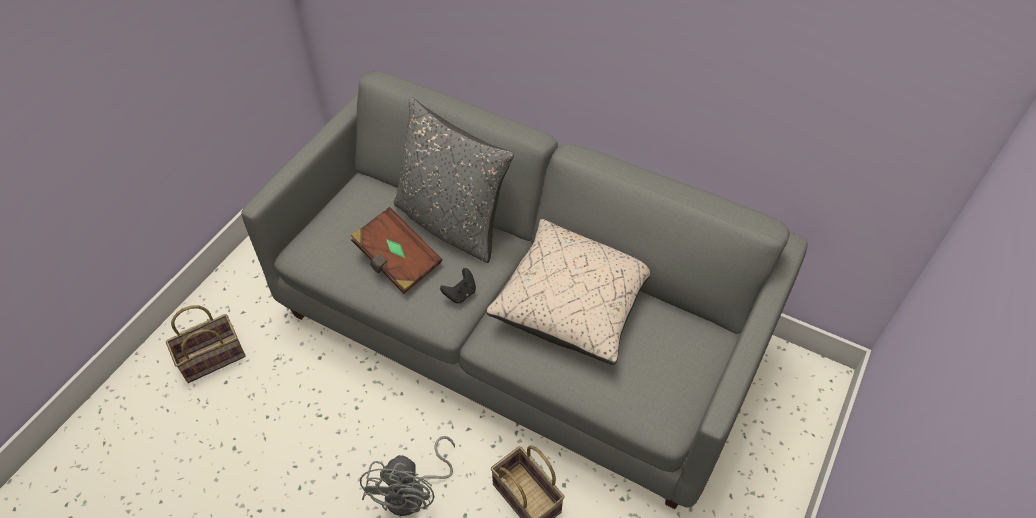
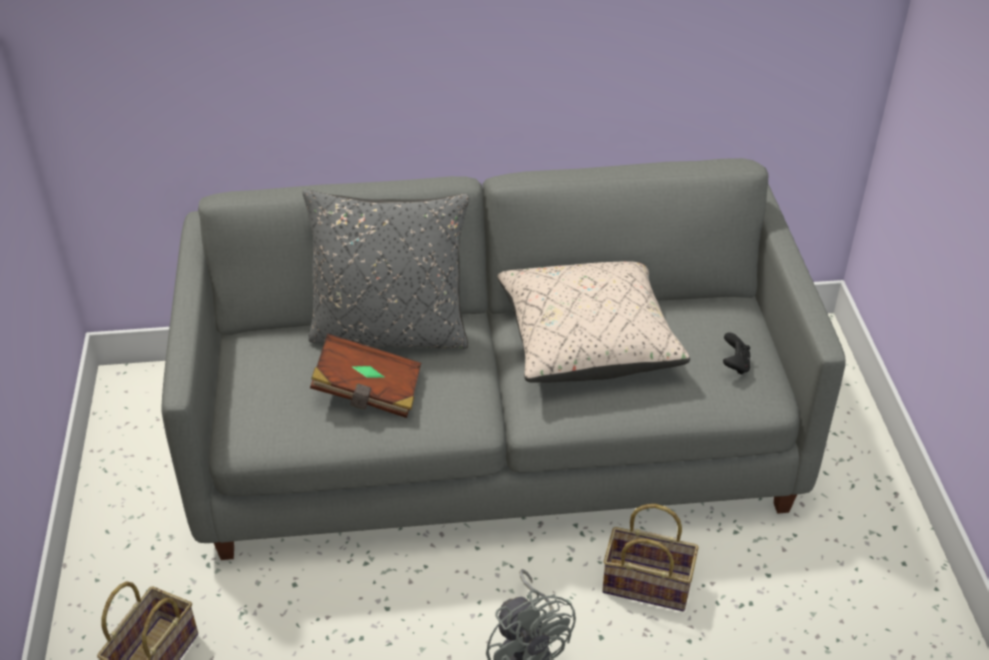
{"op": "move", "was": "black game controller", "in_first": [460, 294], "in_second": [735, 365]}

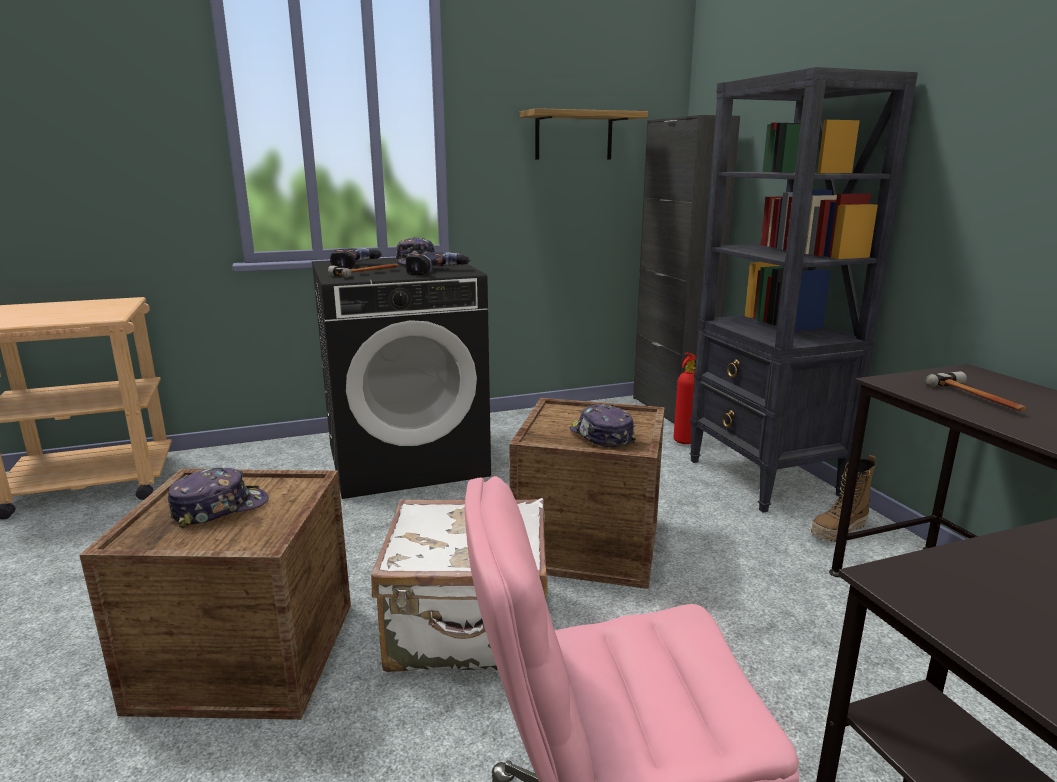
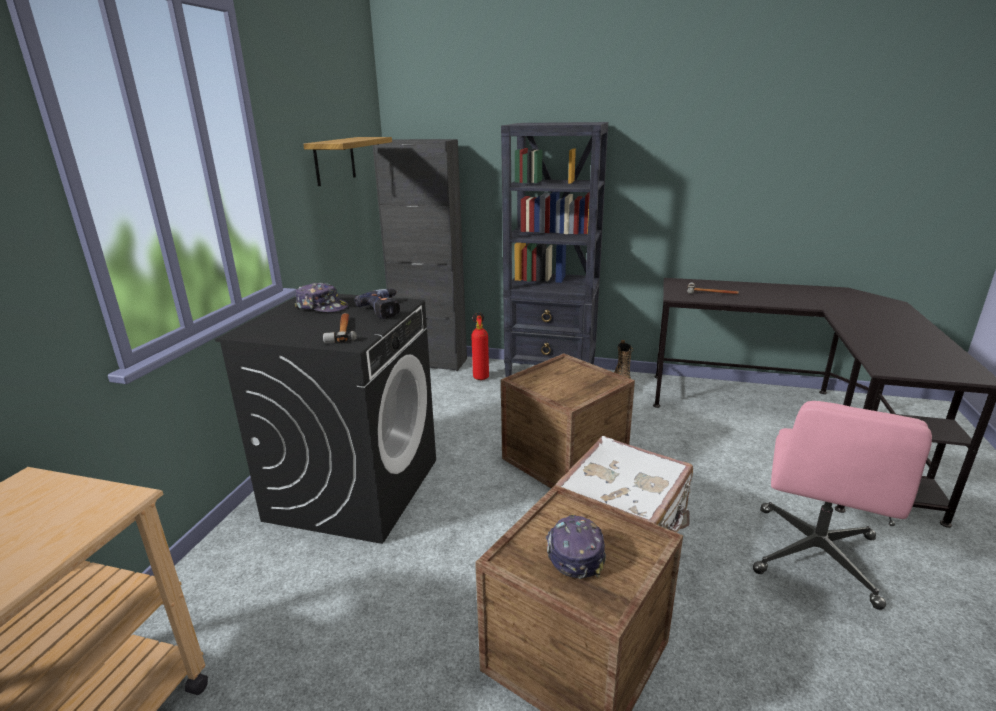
{"op": "delete", "was": "power drill", "in_first": [355, 267]}
{"op": "delete", "was": "cap", "in_first": [601, 436]}

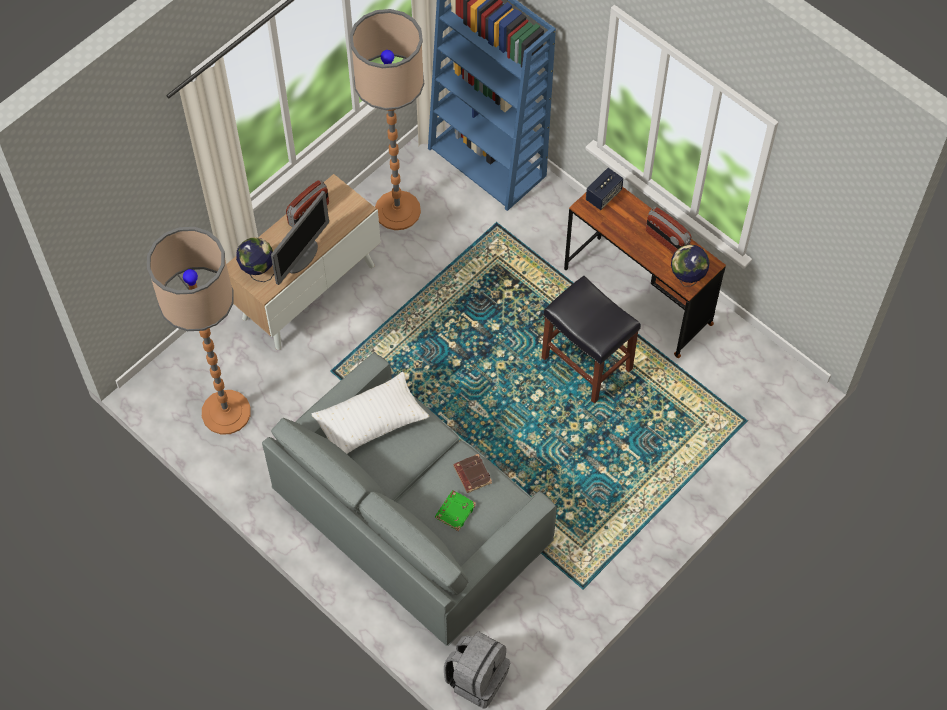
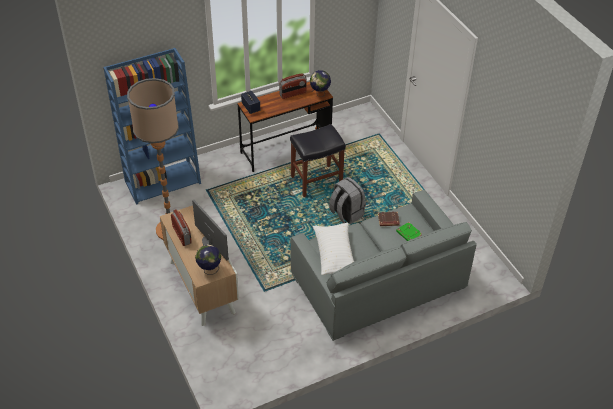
{"op": "move", "was": "grey backpack", "in_first": [477, 678], "in_second": [346, 214]}
{"op": "delete", "was": "floor lamp", "in_first": [226, 412]}

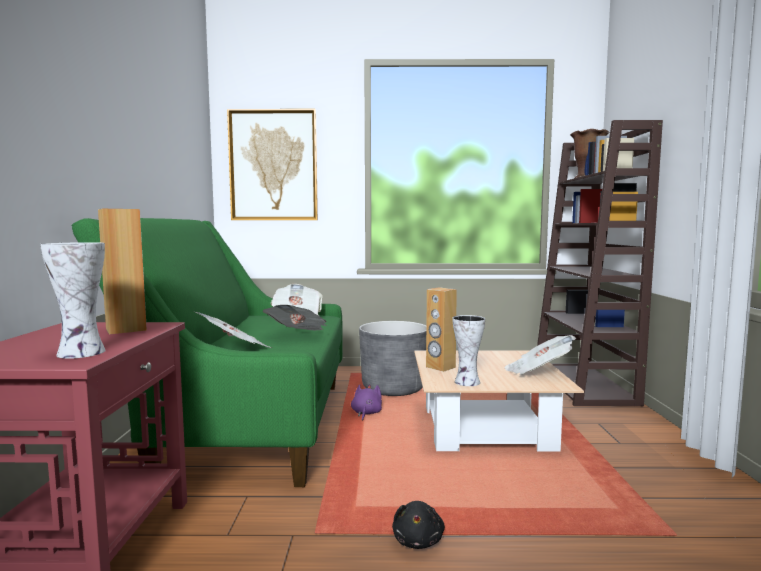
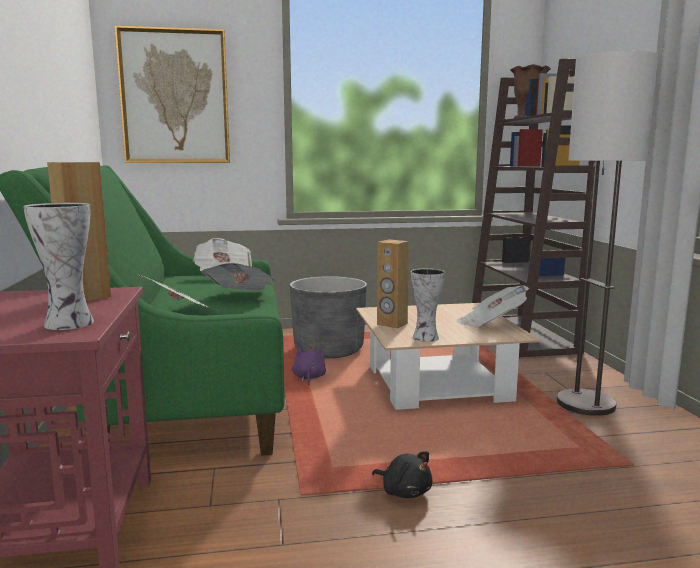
{"op": "rotate", "was": "black plush toy", "in_first": [418, 540], "in_second": [404, 491], "clockwise": -45}
{"op": "insert", "now": "floor lamp", "in_second": [586, 404]}

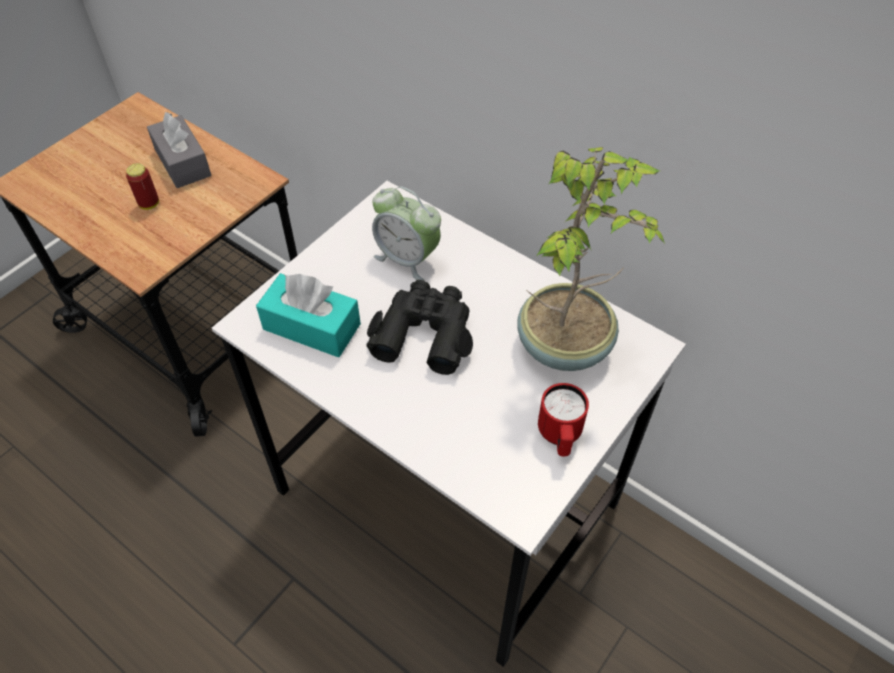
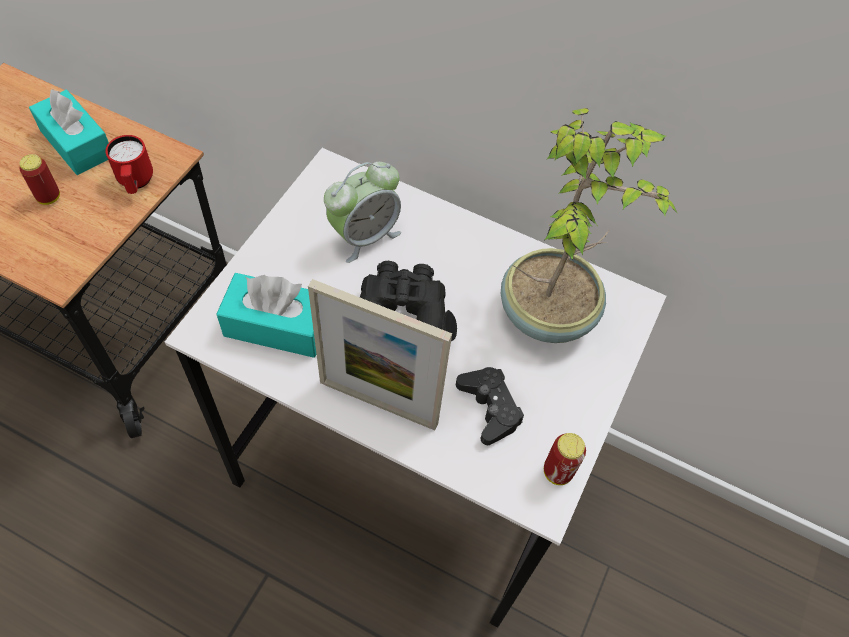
{"op": "recolor", "was": "grey tissue box", "now": "turquoise tissue box", "in_first": [182, 162], "in_second": [77, 144]}
{"op": "move", "was": "red mug", "in_first": [559, 437], "in_second": [136, 183]}
{"op": "insert", "now": "picture frame", "in_second": [378, 403]}
{"op": "rotate", "was": "alarm clock", "in_first": [407, 259], "in_second": [364, 235], "clockwise": -60}
{"op": "insert", "now": "black game controller", "in_second": [489, 408]}
{"op": "insert", "now": "can", "in_second": [557, 472]}

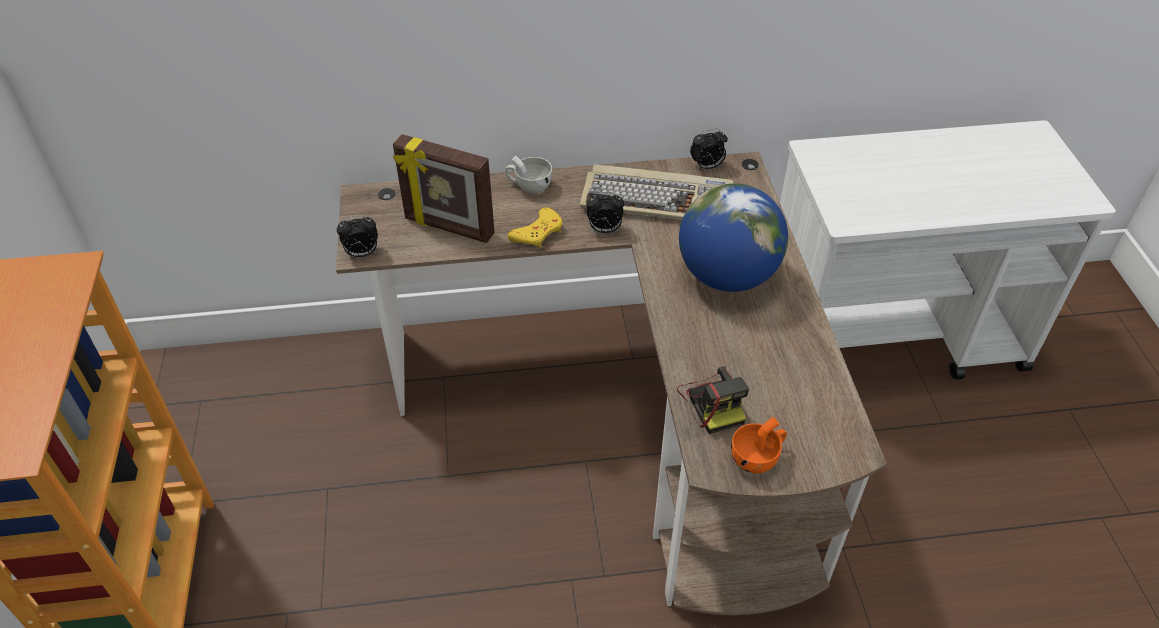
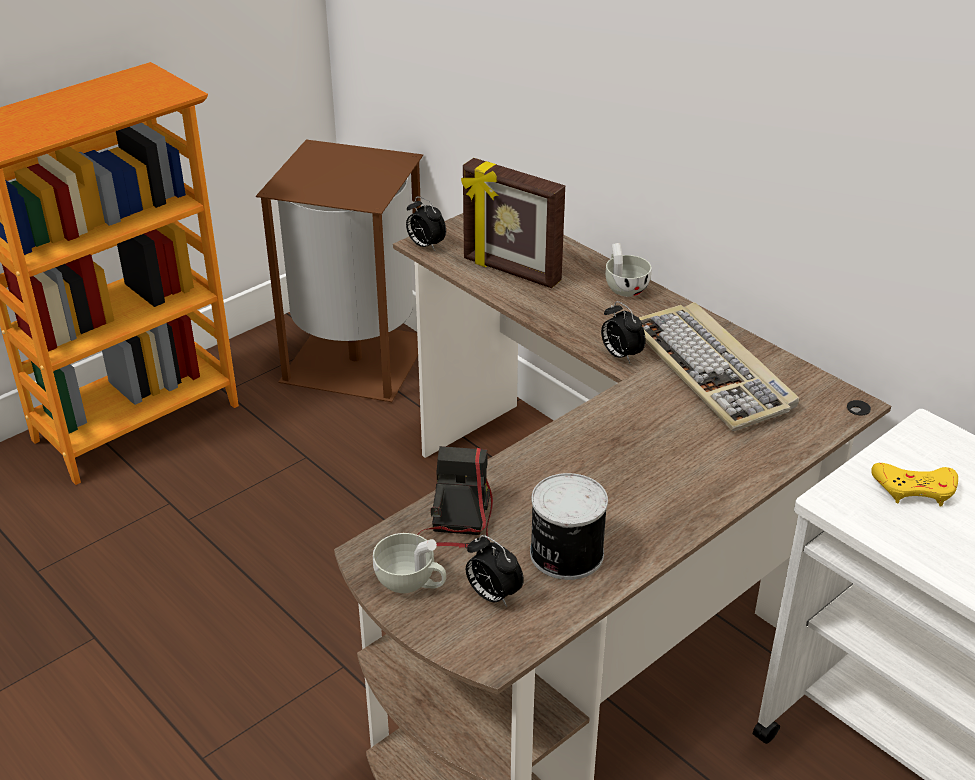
{"op": "insert", "now": "brown trash can", "in_second": [358, 359]}
{"op": "recolor", "was": "orange cup", "now": "white cup", "in_first": [758, 458], "in_second": [411, 582]}
{"op": "rotate", "was": "photo camera", "in_first": [712, 402], "in_second": [457, 521], "clockwise": 150}
{"op": "rotate", "was": "picture frame", "in_first": [448, 227], "in_second": [510, 271], "clockwise": -45}
{"op": "move", "was": "alarm clock", "in_first": [707, 166], "in_second": [492, 595]}
{"op": "insert", "now": "can", "in_second": [564, 554]}
{"op": "move", "was": "yellow game controller", "in_first": [538, 233], "in_second": [915, 489]}
{"op": "delete", "was": "globe", "in_first": [727, 276]}

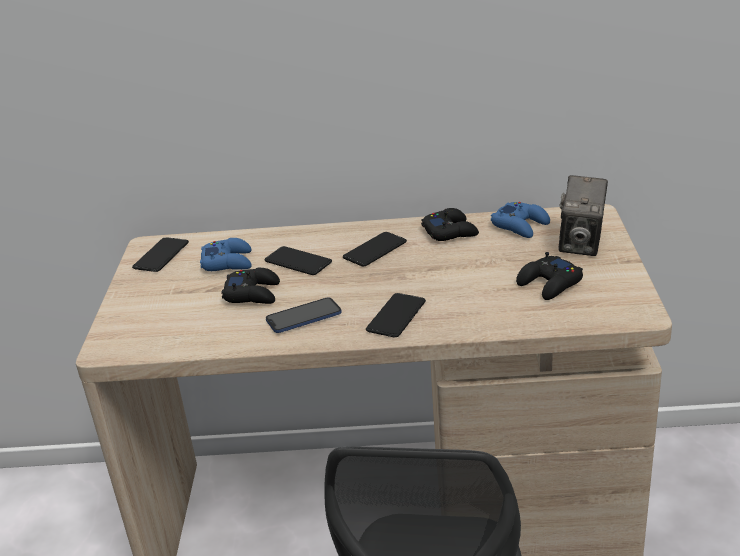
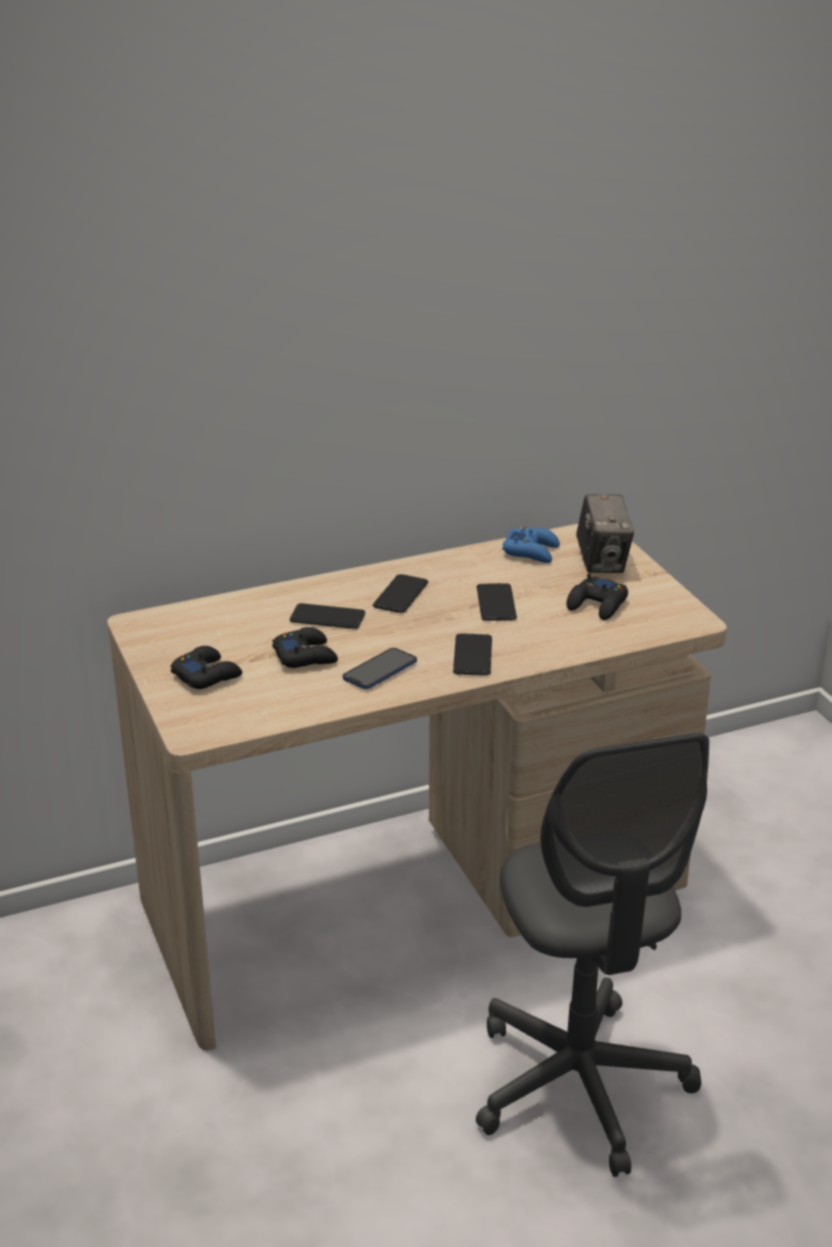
{"op": "move", "was": "black game controller", "in_first": [450, 232], "in_second": [206, 675]}
{"op": "move", "was": "phone", "in_first": [161, 255], "in_second": [496, 603]}
{"op": "delete", "was": "blue game controller", "in_first": [228, 262]}

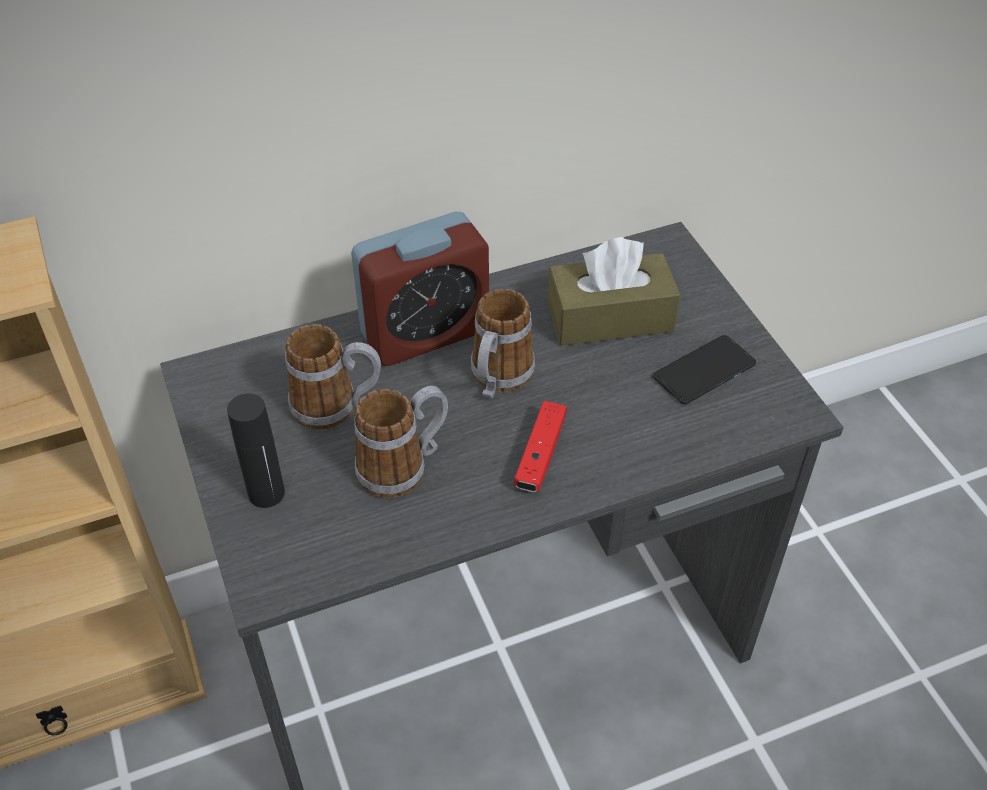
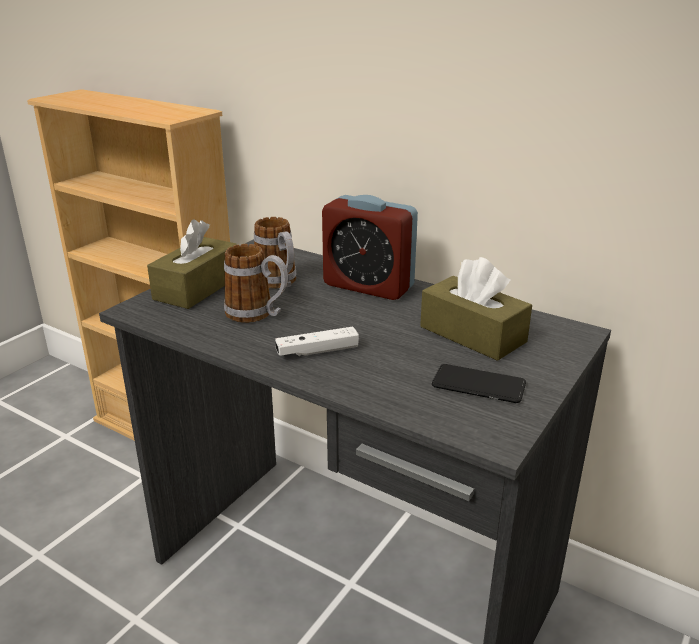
{"op": "replace", "was": "black bottle", "now": "brown tissue box", "in_first": [266, 493], "in_second": [197, 288]}
{"op": "recolor", "was": "red game controller", "now": "white game controller", "in_first": [540, 455], "in_second": [317, 351]}
{"op": "delete", "was": "mug", "in_first": [498, 380]}

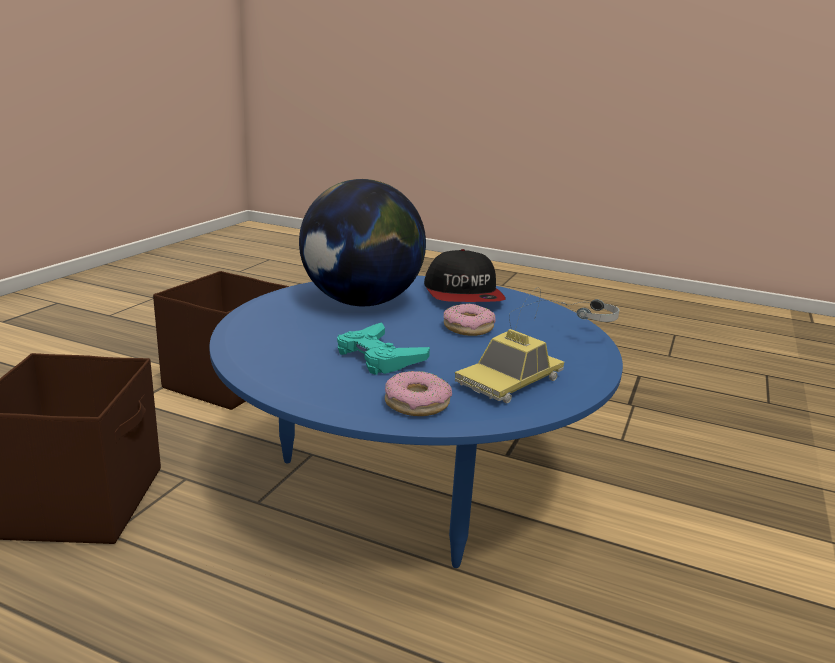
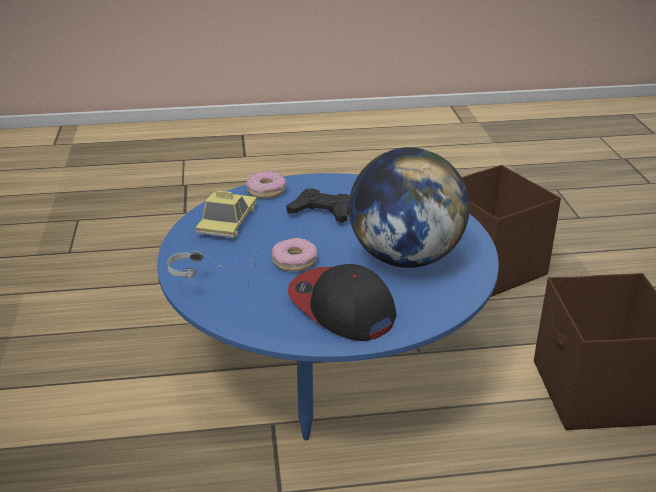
{"op": "recolor", "was": "turquoise game controller", "now": "black game controller", "in_first": [379, 357], "in_second": [322, 212]}

